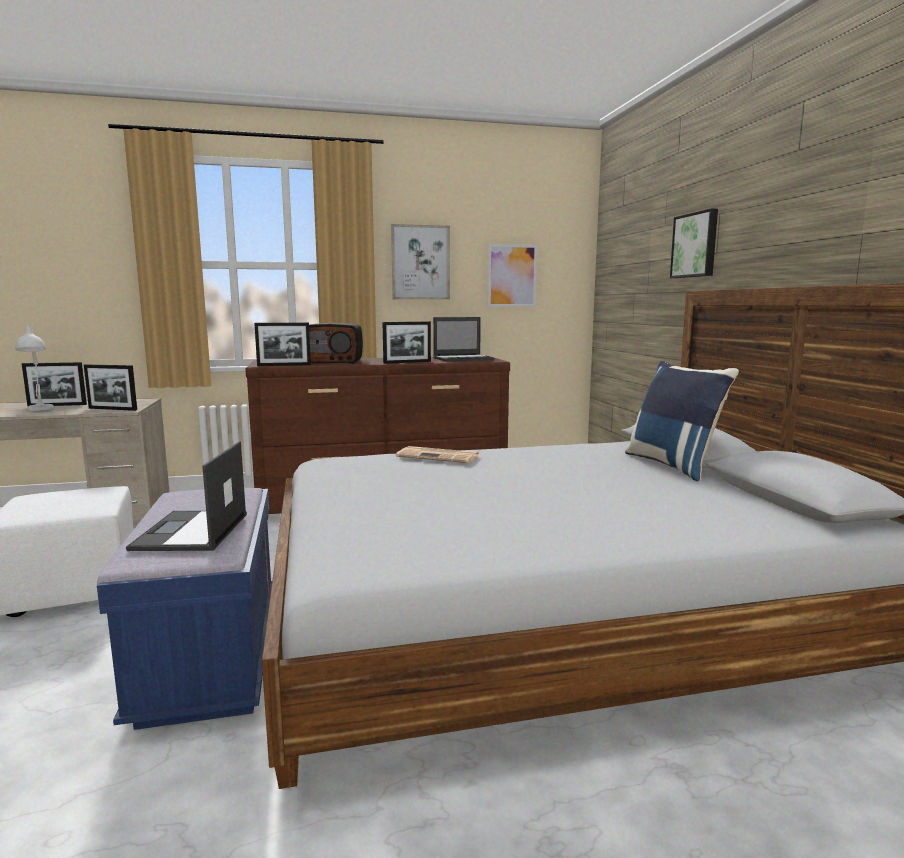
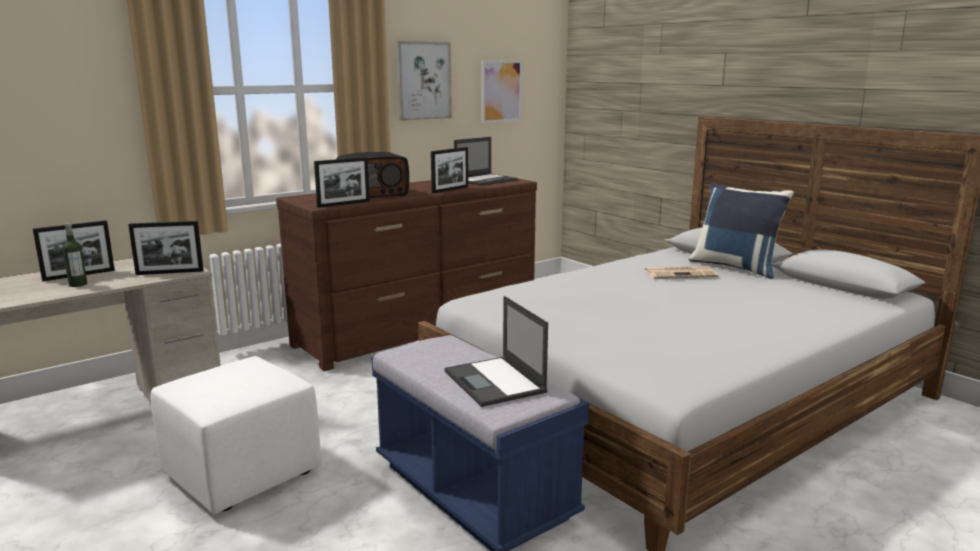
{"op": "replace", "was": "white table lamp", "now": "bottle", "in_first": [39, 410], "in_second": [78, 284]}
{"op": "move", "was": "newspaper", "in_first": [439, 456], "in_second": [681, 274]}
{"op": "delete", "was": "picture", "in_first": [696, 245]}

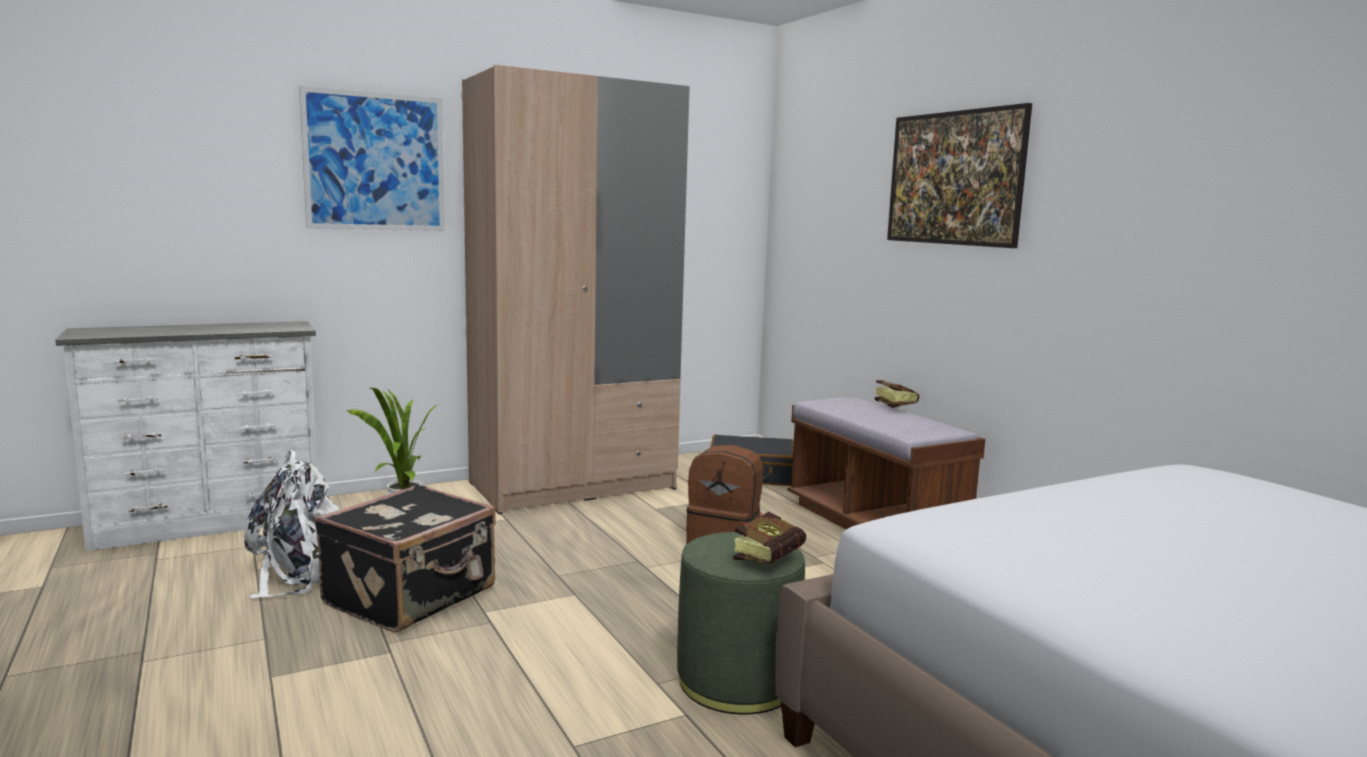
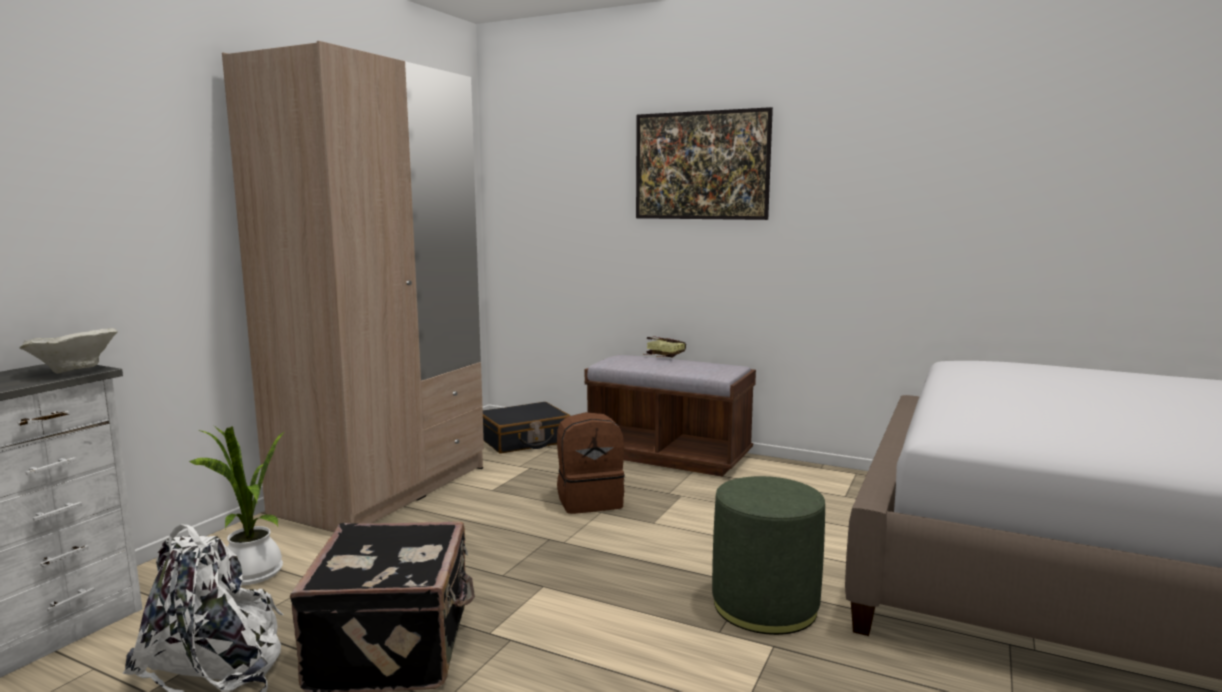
{"op": "insert", "now": "beige bowl", "in_second": [74, 371]}
{"op": "delete", "was": "picture", "in_first": [375, 162]}
{"op": "delete", "was": "book", "in_first": [772, 559]}

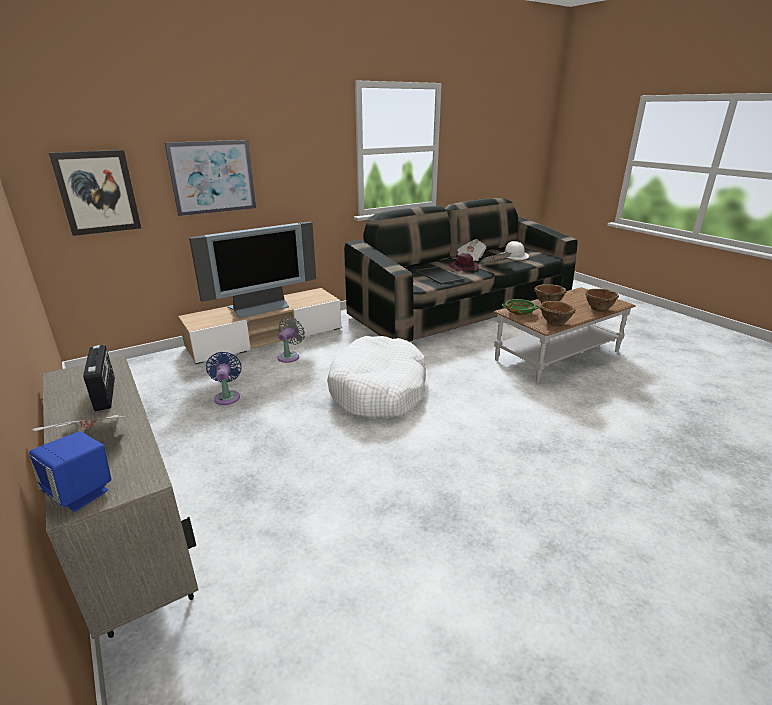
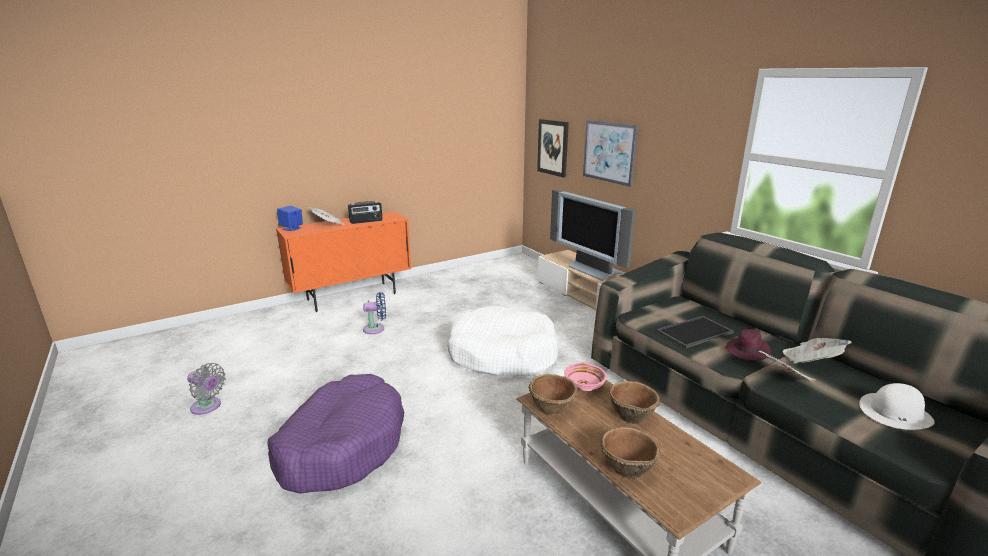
{"op": "move", "was": "grey fan", "in_first": [290, 356], "in_second": [208, 407]}
{"op": "insert", "now": "purple dog bed", "in_second": [342, 445]}
{"op": "recolor", "was": "beige cabinet", "now": "orange cabinet", "in_first": [138, 552], "in_second": [352, 297]}
{"op": "move", "was": "blue fan", "in_first": [227, 396], "in_second": [376, 329]}
{"op": "recolor", "was": "green bowl", "now": "pink bowl", "in_first": [519, 313], "in_second": [584, 385]}

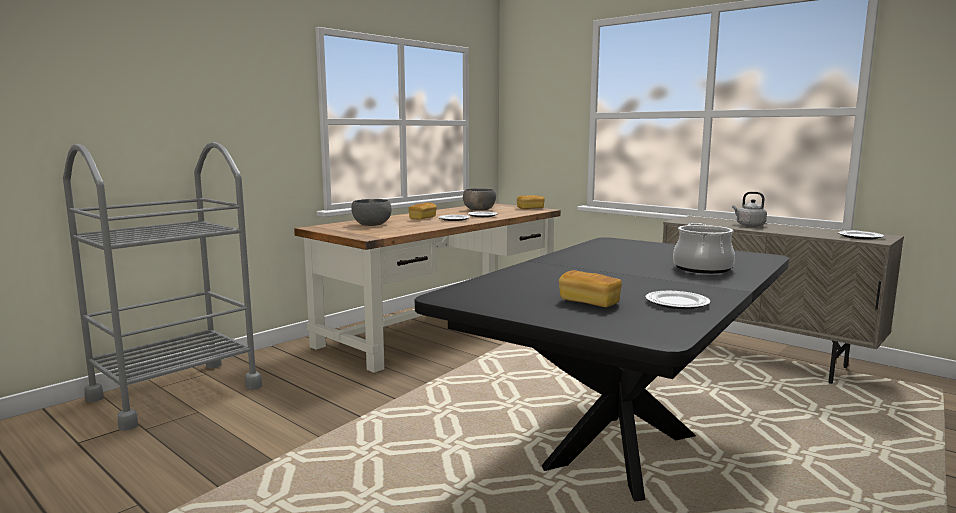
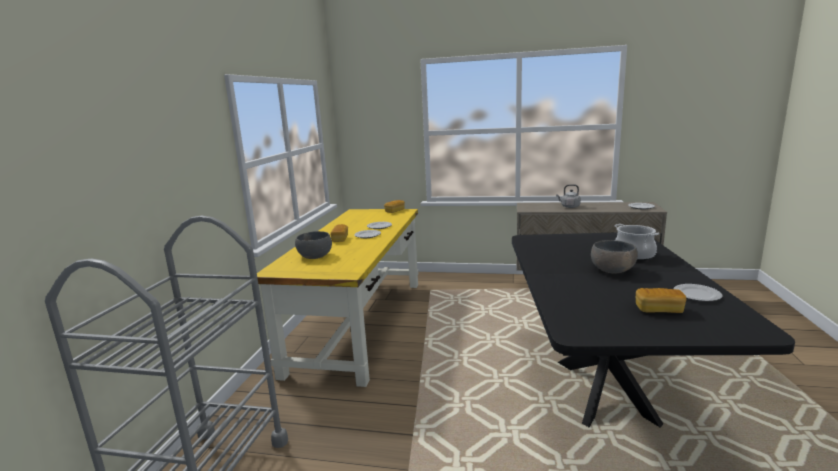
{"op": "recolor", "was": "brown desk", "now": "yellow desk", "in_first": [442, 326], "in_second": [360, 322]}
{"op": "move", "was": "grey bowl", "in_first": [479, 209], "in_second": [612, 270]}

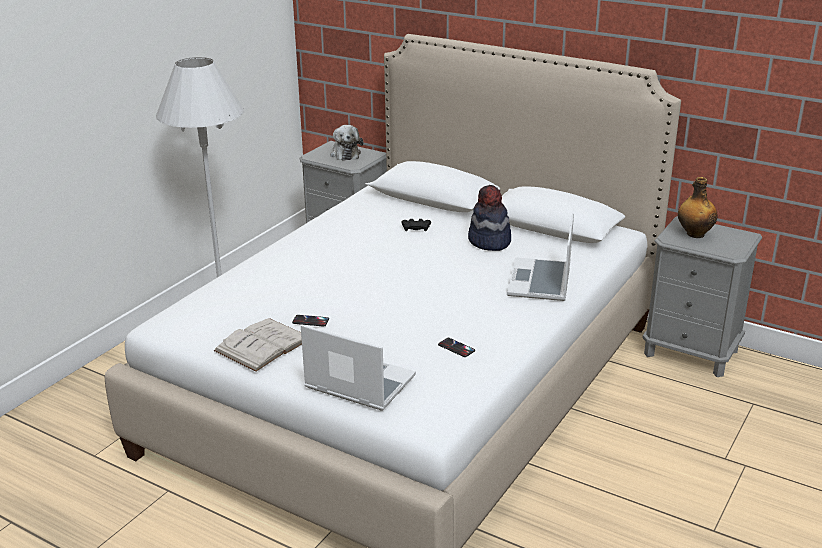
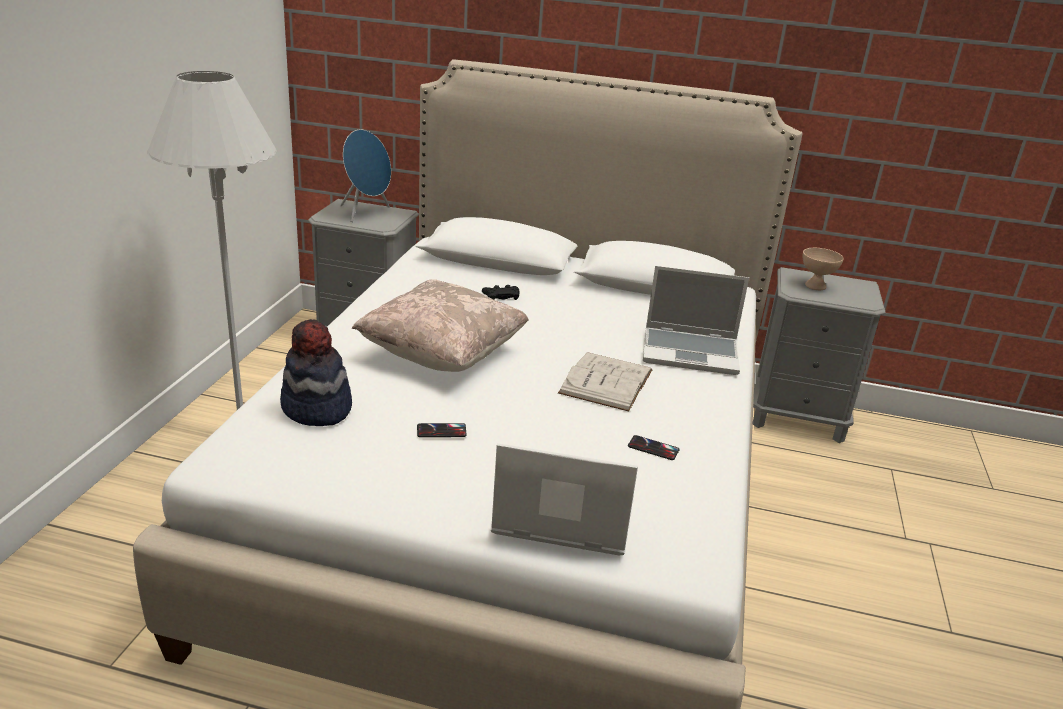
{"op": "move", "was": "hat", "in_first": [489, 242], "in_second": [316, 409]}
{"op": "replace", "was": "plush toy", "now": "blue speaker", "in_first": [345, 153], "in_second": [366, 213]}
{"op": "insert", "now": "beige pillow", "in_second": [442, 355]}
{"op": "move", "was": "white book", "in_first": [263, 344], "in_second": [606, 381]}
{"op": "rotate", "was": "laptop", "in_first": [540, 282], "in_second": [691, 352], "clockwise": -75}
{"op": "replace", "was": "bottle", "now": "beige bowl", "in_first": [694, 234], "in_second": [815, 286]}

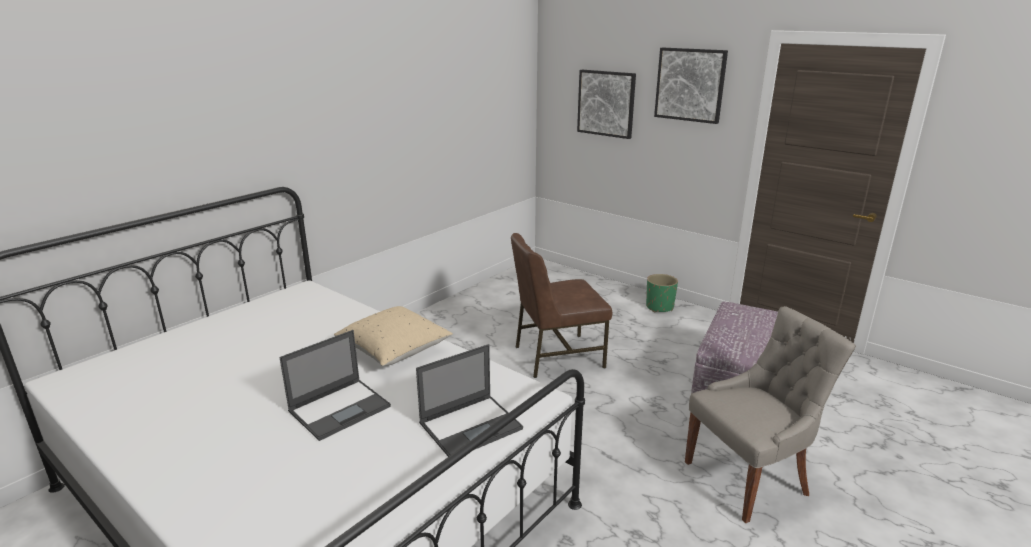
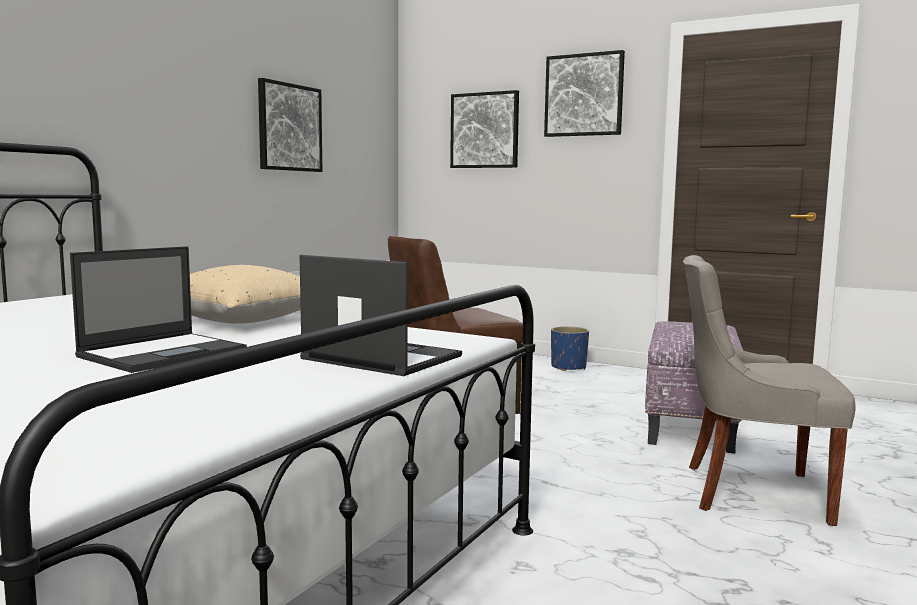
{"op": "insert", "now": "picture", "in_second": [289, 127]}
{"op": "rotate", "was": "laptop", "in_first": [471, 425], "in_second": [380, 357], "clockwise": -105}
{"op": "recolor", "was": "green planter", "now": "blue planter", "in_first": [659, 307], "in_second": [568, 367]}
{"op": "rotate", "was": "grey chair", "in_first": [749, 478], "in_second": [750, 492], "clockwise": -135}

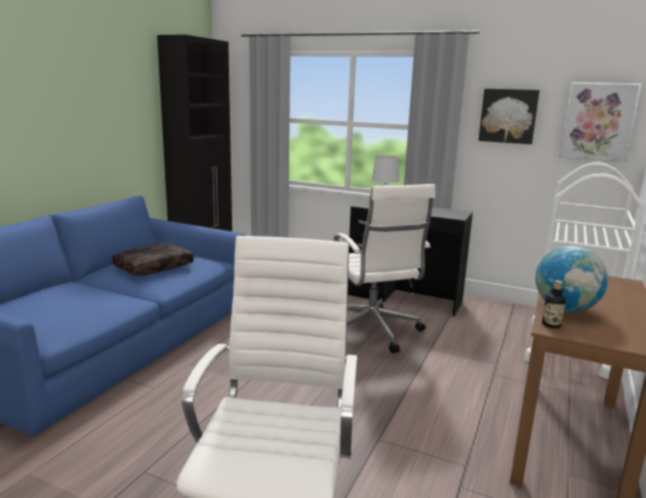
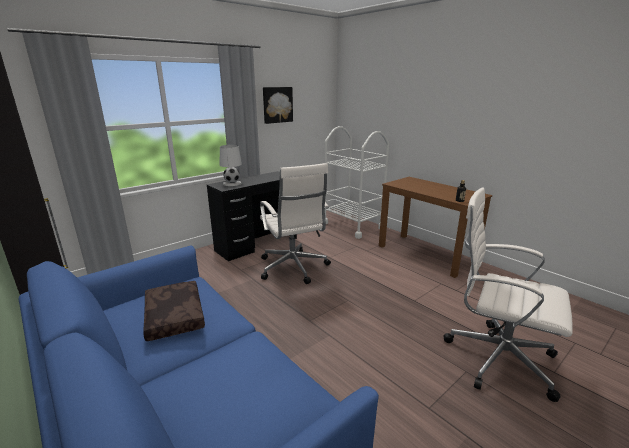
{"op": "rotate", "was": "white office chair", "in_first": [372, 331], "in_second": [293, 268], "clockwise": 60}
{"op": "delete", "was": "globe", "in_first": [565, 309]}
{"op": "delete", "was": "picture", "in_first": [598, 121]}

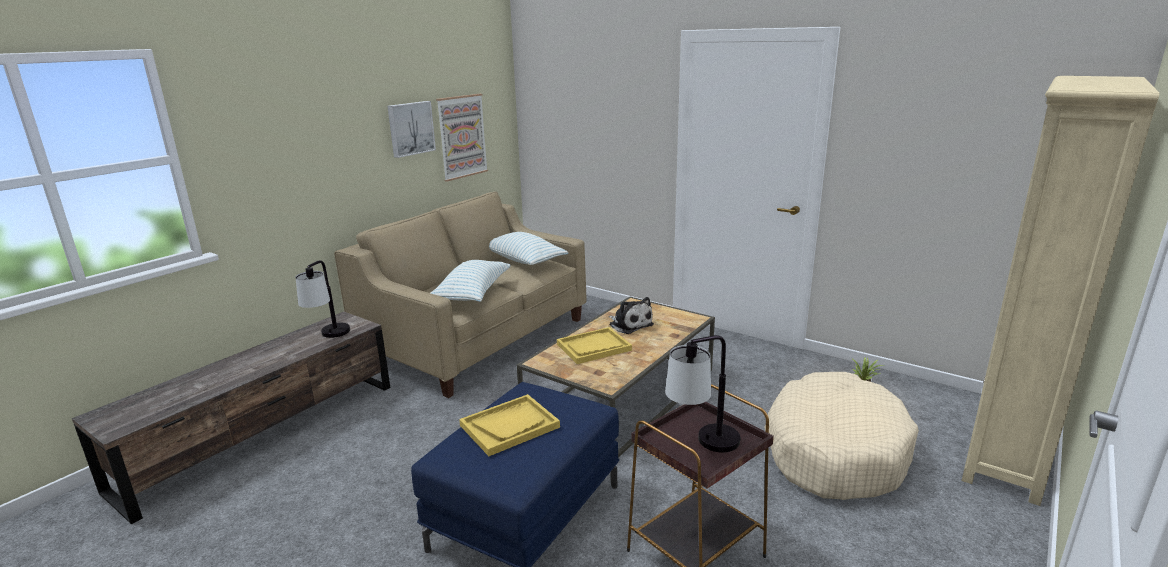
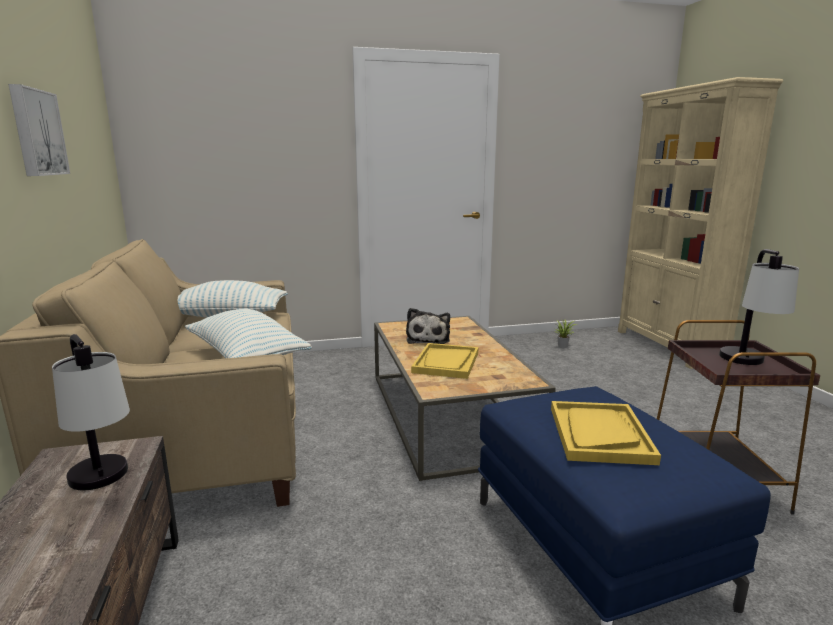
{"op": "rotate", "was": "plush toy", "in_first": [629, 324], "in_second": [428, 339], "clockwise": 90}
{"op": "delete", "was": "picture", "in_first": [462, 136]}
{"op": "delete", "was": "beige dog bed", "in_first": [834, 451]}

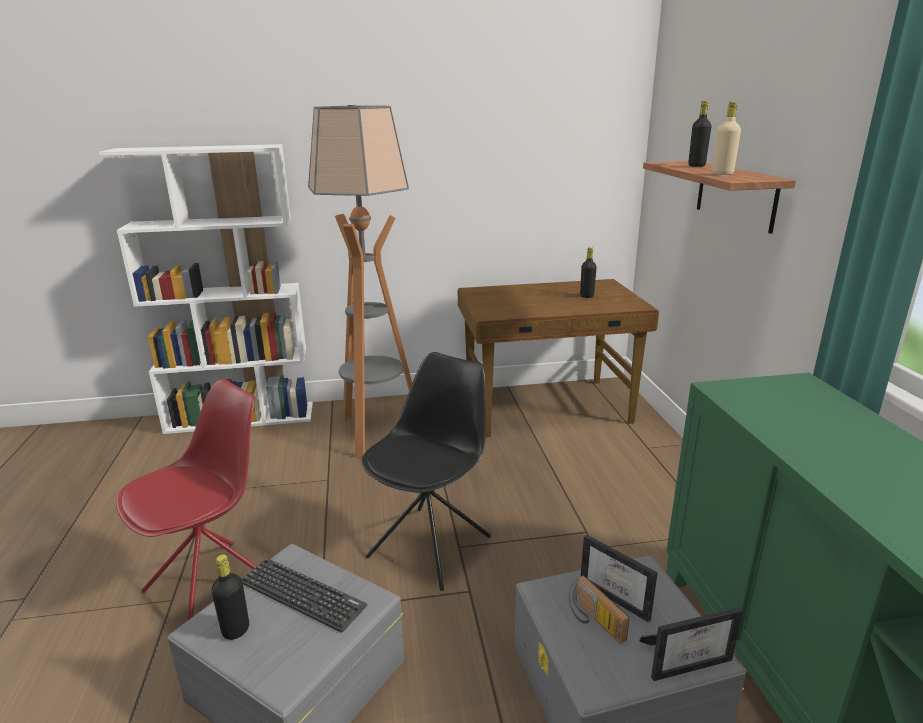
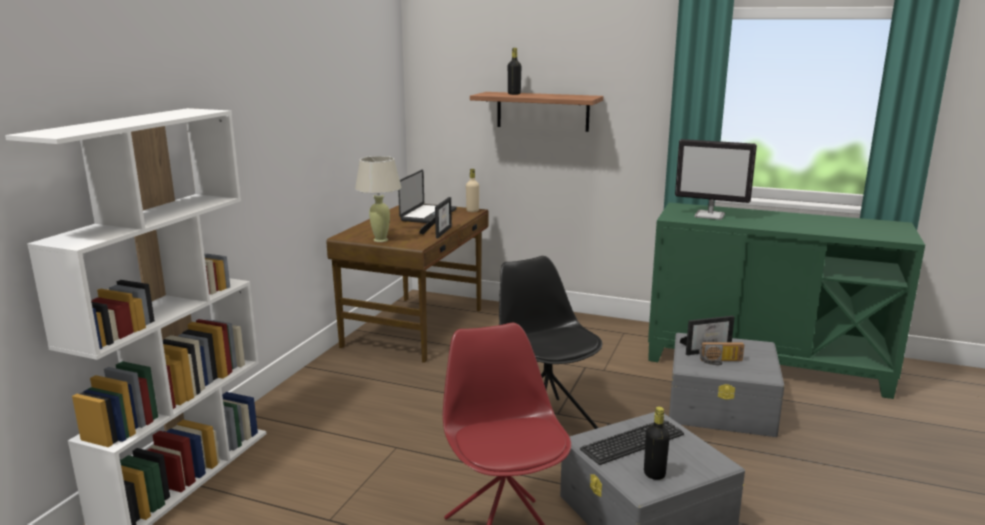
{"op": "insert", "now": "beige table lamp", "in_second": [381, 240]}
{"op": "replace", "was": "black bottle", "now": "laptop", "in_first": [586, 296], "in_second": [428, 215]}
{"op": "move", "was": "picture frame", "in_first": [688, 661], "in_second": [440, 232]}
{"op": "move", "was": "beige bottle", "in_first": [722, 174], "in_second": [472, 211]}
{"op": "insert", "now": "monitor", "in_second": [710, 216]}
{"op": "delete", "was": "floor lamp", "in_first": [375, 432]}

